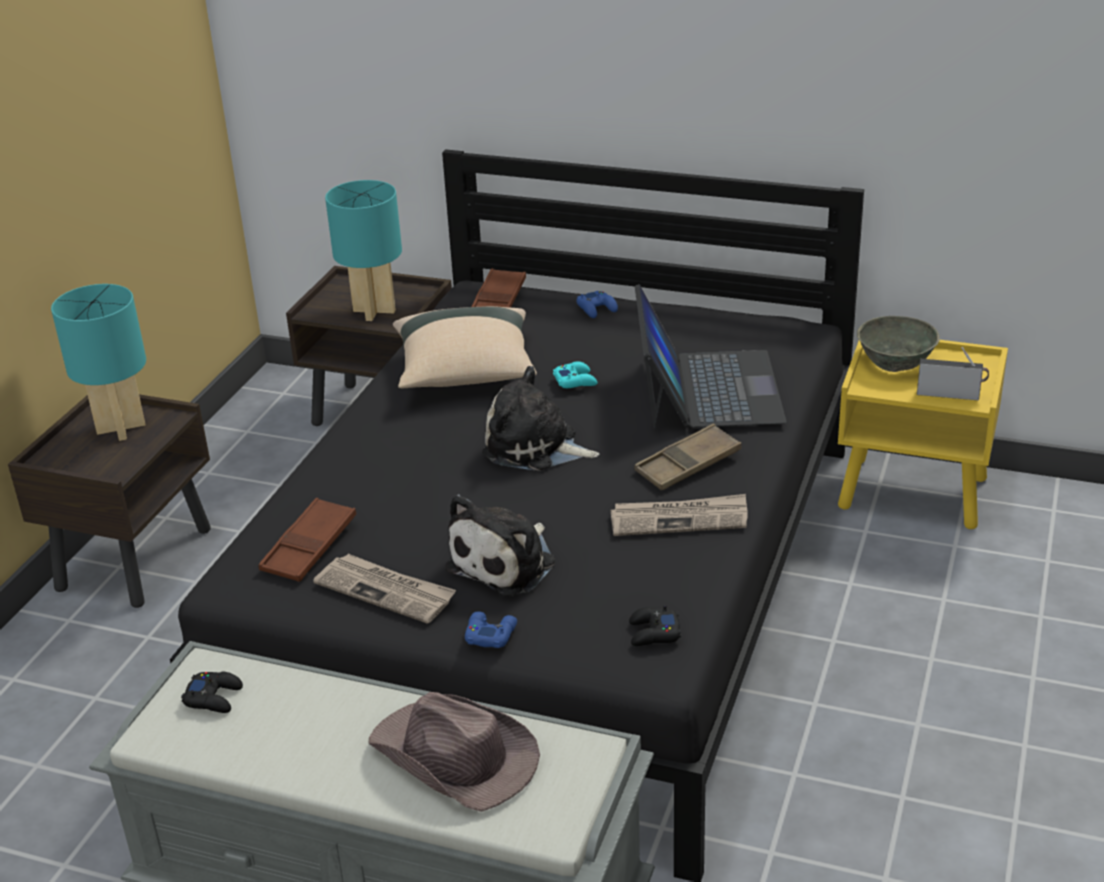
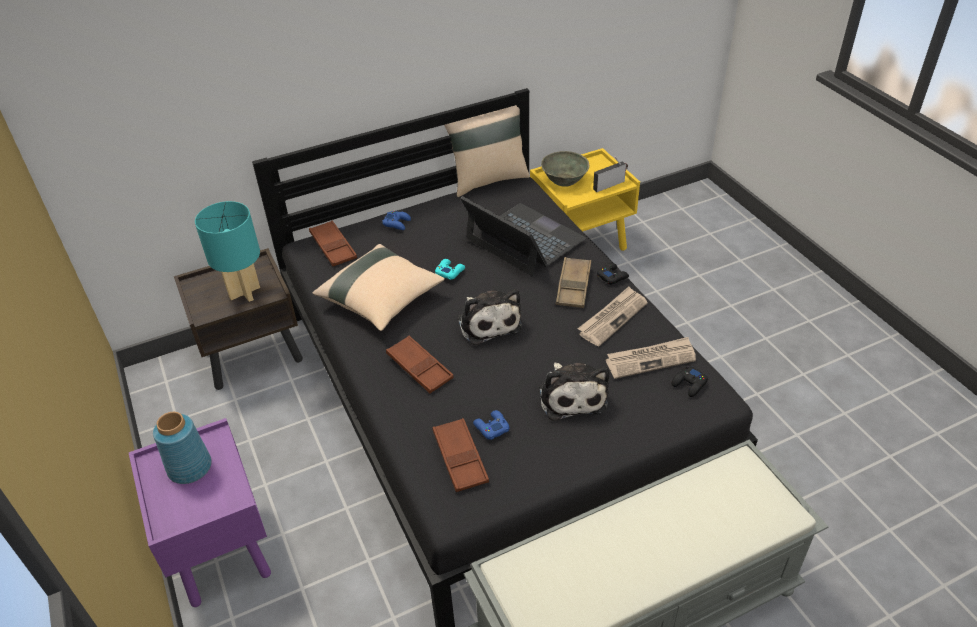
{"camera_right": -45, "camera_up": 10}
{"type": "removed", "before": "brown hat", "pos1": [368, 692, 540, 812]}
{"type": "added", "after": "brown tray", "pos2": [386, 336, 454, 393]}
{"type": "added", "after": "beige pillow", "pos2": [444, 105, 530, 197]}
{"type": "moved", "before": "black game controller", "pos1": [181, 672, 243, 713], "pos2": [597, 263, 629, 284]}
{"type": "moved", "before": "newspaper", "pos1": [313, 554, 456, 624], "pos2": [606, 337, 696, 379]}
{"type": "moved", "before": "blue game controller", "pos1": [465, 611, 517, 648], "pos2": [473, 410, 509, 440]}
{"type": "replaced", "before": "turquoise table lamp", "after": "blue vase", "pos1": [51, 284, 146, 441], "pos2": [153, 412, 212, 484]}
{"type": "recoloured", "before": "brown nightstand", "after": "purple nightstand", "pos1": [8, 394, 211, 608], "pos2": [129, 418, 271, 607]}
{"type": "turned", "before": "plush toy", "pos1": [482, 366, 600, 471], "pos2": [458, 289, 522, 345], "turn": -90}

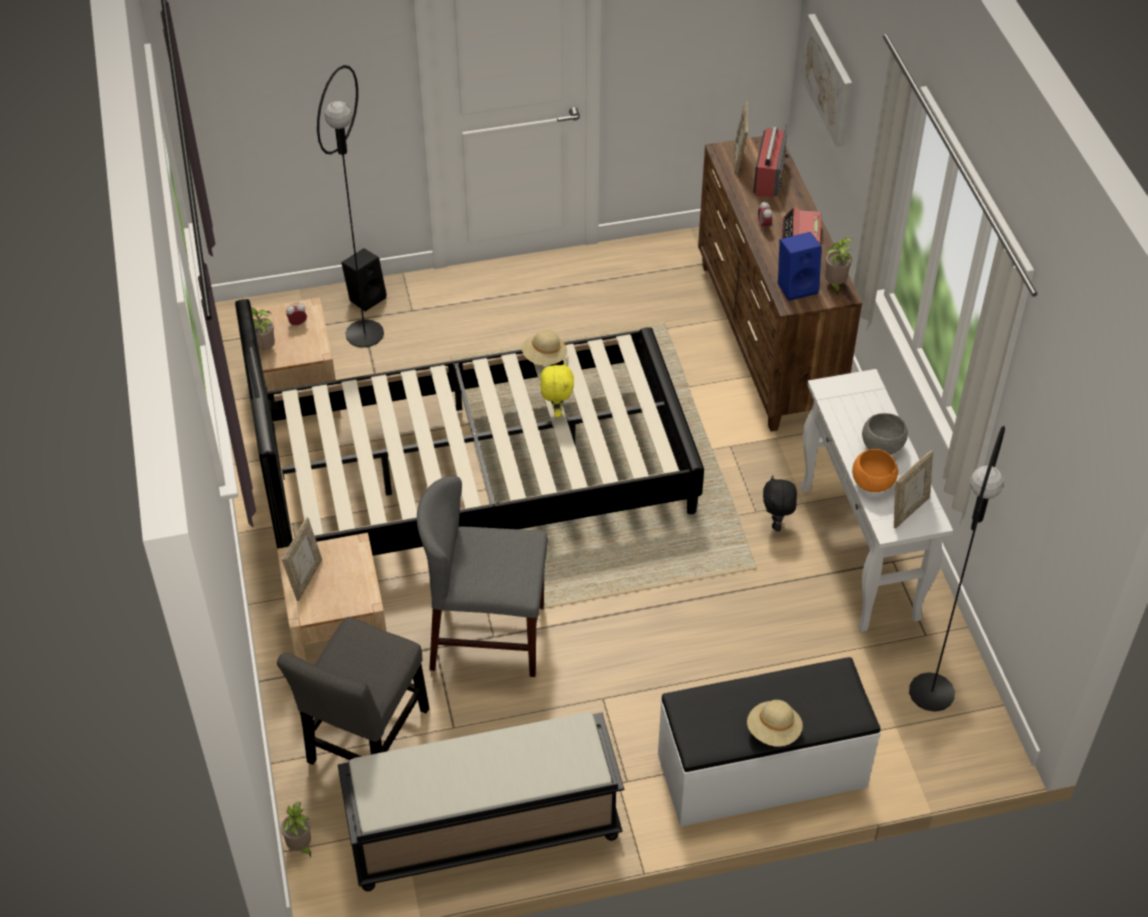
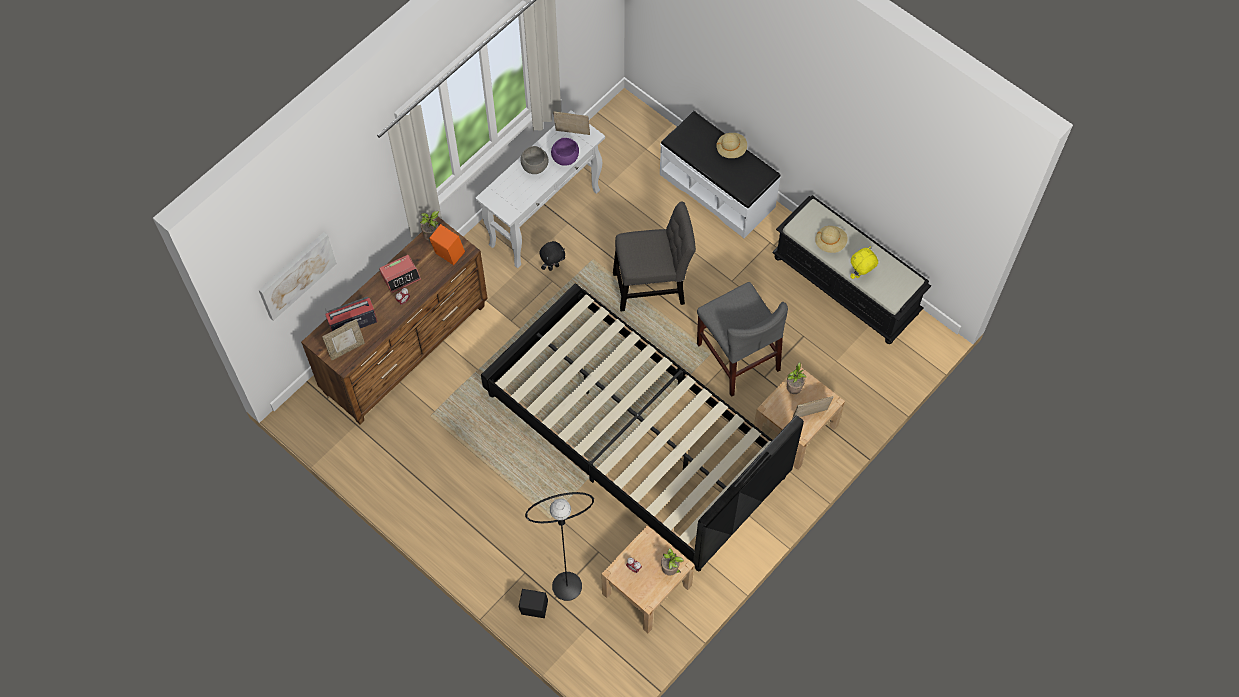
{"camera_right": -125, "camera_up": 15}
{"type": "removed", "before": "black floor lamp", "pos1": [909, 426, 1005, 712]}
{"type": "moved", "before": "grey chair", "pos1": [277, 617, 429, 765], "pos2": [613, 202, 696, 312]}
{"type": "moved", "before": "potted plant", "pos1": [281, 802, 311, 857], "pos2": [787, 362, 806, 394]}
{"type": "moved", "before": "beige hat", "pos1": [522, 330, 567, 365], "pos2": [815, 226, 848, 253]}
{"type": "moved", "before": "yellow plush toy", "pos1": [540, 361, 574, 417], "pos2": [850, 246, 878, 279]}
{"type": "recoloured", "before": "blue speaker", "after": "orange speaker", "pos1": [778, 232, 822, 301], "pos2": [429, 224, 465, 265]}
{"type": "recoloured", "before": "orange bowl", "after": "purple bowl", "pos1": [852, 449, 898, 492], "pos2": [551, 138, 579, 166]}

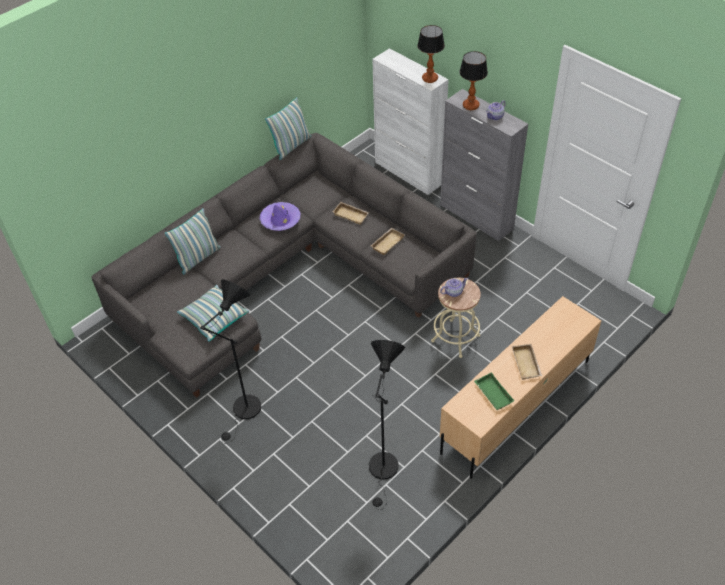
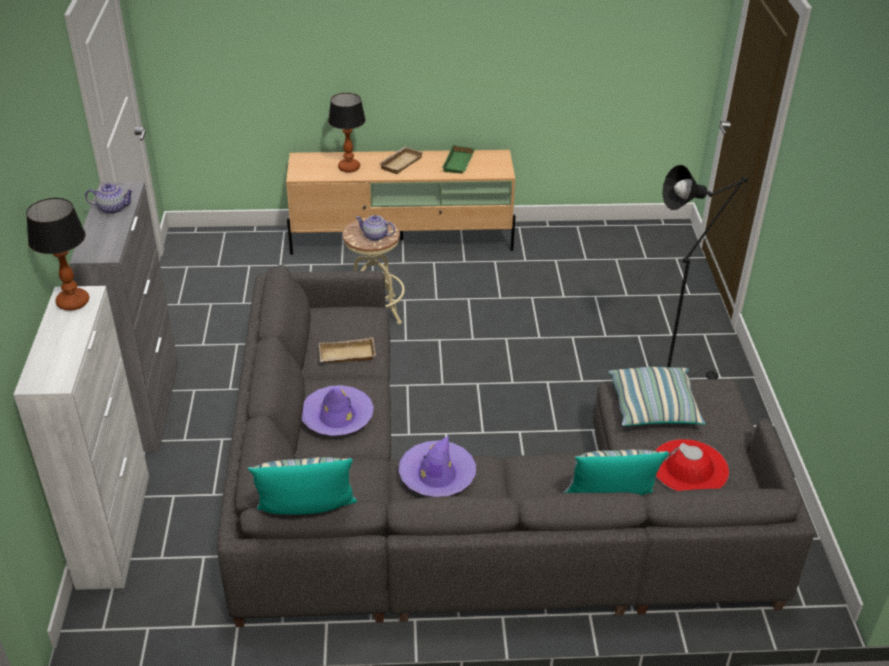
{"camera_right": -140, "camera_up": -10}
{"type": "removed", "before": "black floor lamp", "pos1": [369, 340, 405, 510]}
{"type": "added", "after": "red hat", "pos2": [655, 439, 729, 491]}
{"type": "moved", "before": "table lamp", "pos1": [459, 51, 488, 110], "pos2": [328, 93, 366, 173]}
{"type": "replaced", "before": "beige tray", "after": "purple hat", "pos1": [333, 202, 369, 225], "pos2": [302, 385, 374, 436]}

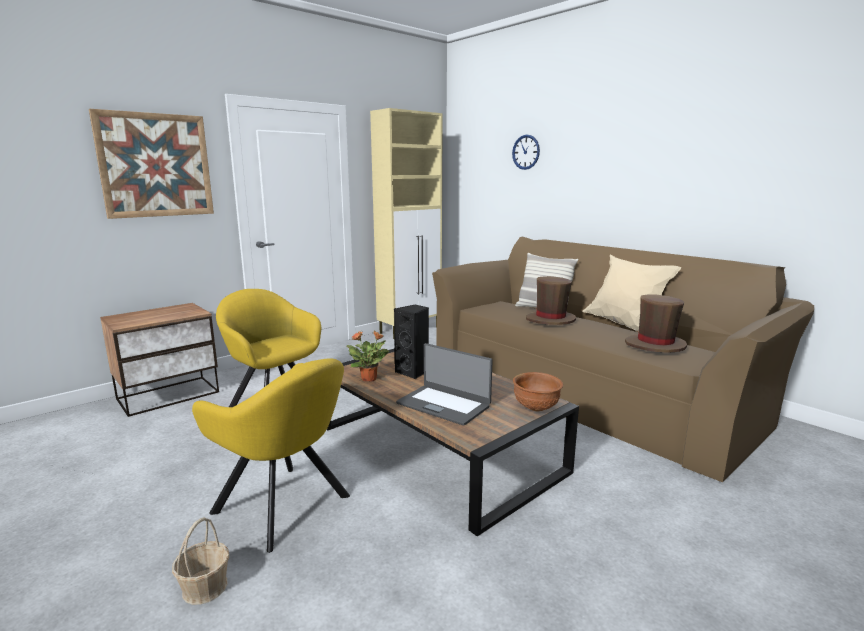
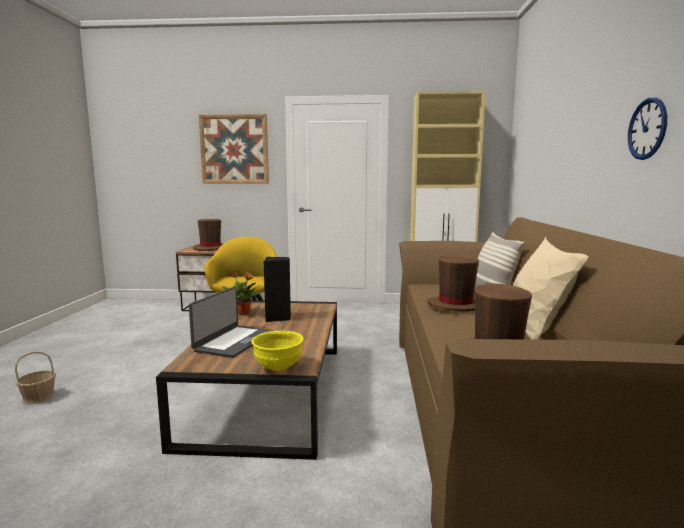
{"camera_right": 45, "camera_up": -5}
{"type": "removed", "before": "yellow armchair", "pos1": [192, 358, 350, 553]}
{"type": "added", "after": "brown hat", "pos2": [193, 219, 224, 251]}
{"type": "moved", "before": "wall clock", "pos1": [512, 135, 540, 170], "pos2": [628, 98, 667, 160]}
{"type": "recoloured", "before": "brown bowl", "after": "yellow bowl", "pos1": [513, 372, 563, 411], "pos2": [251, 331, 304, 371]}
{"type": "turned", "before": "laptop", "pos1": [396, 343, 493, 425], "pos2": [189, 287, 273, 358], "turn": -150}

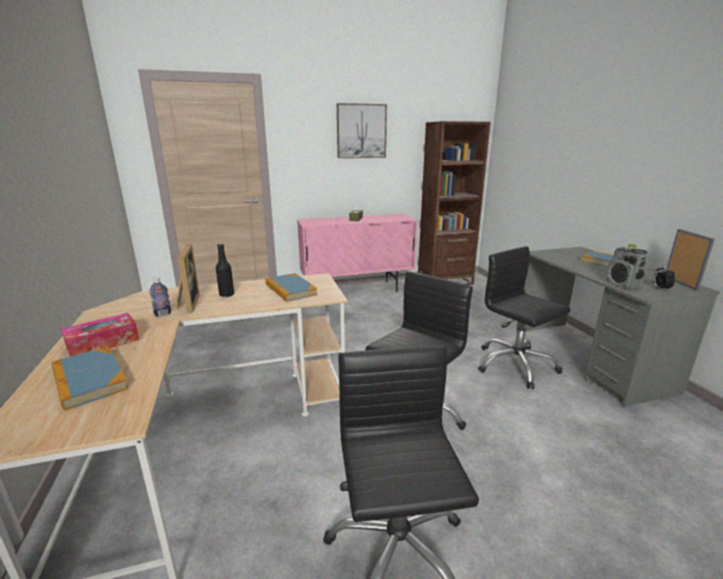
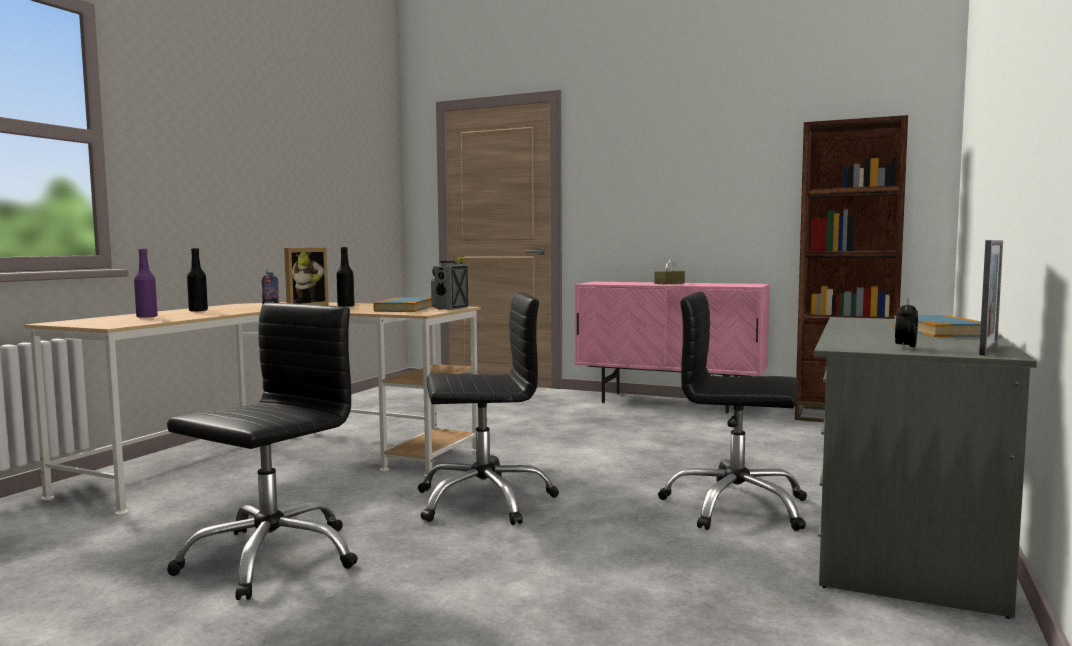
{"camera_right": 40, "camera_up": -15}
{"type": "removed", "before": "picture", "pos1": [337, 103, 387, 158]}
{"type": "moved", "before": "radio", "pos1": [605, 244, 650, 289], "pos2": [431, 257, 468, 310]}
{"type": "replaced", "before": "book", "after": "purple bottle", "pos1": [51, 346, 129, 411], "pos2": [134, 249, 157, 318]}
{"type": "replaced", "before": "tissue box", "after": "black bottle", "pos1": [61, 313, 139, 357], "pos2": [187, 248, 208, 312]}
{"type": "turned", "before": "black office chair", "pos1": [478, 246, 570, 389], "pos2": [658, 292, 807, 531], "turn": -75}

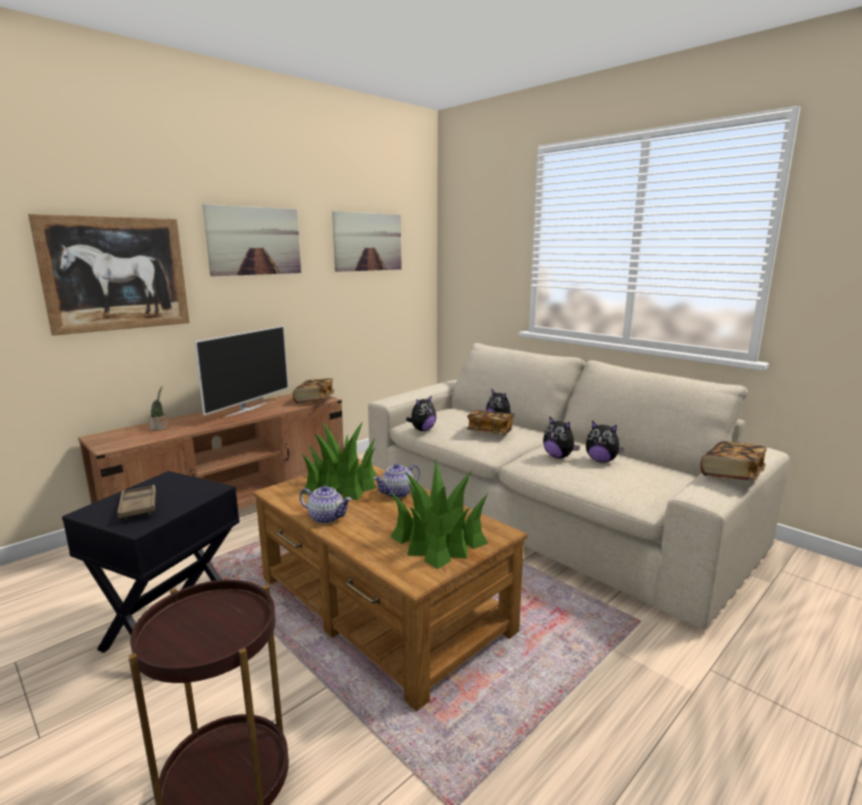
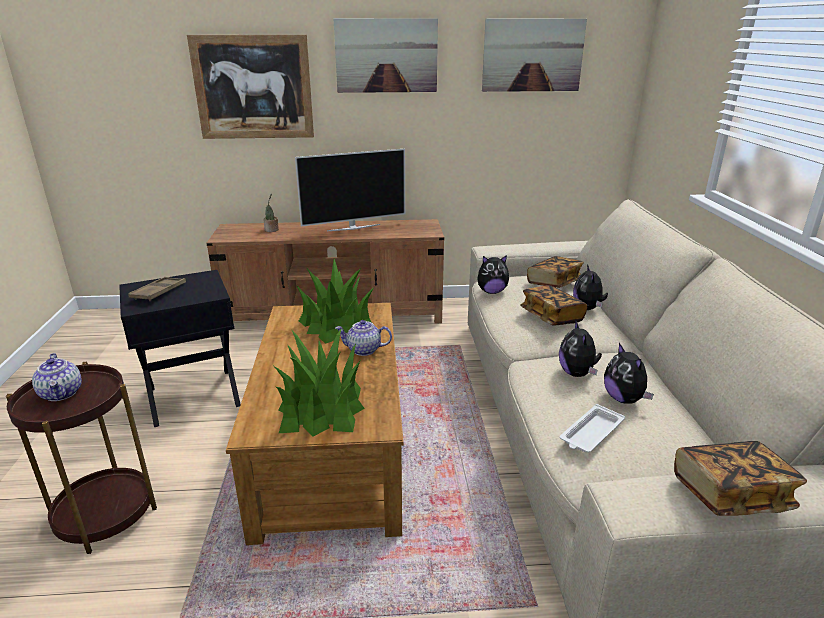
{"camera_right": 40, "camera_up": 10}
{"type": "added", "after": "white tray", "pos2": [560, 404, 625, 453]}
{"type": "moved", "before": "book", "pos1": [293, 378, 335, 403], "pos2": [527, 256, 584, 288]}
{"type": "moved", "before": "teapot", "pos1": [299, 486, 352, 524], "pos2": [32, 353, 82, 401]}

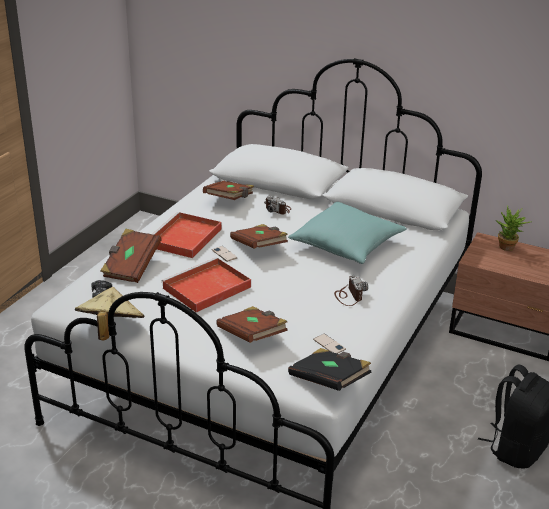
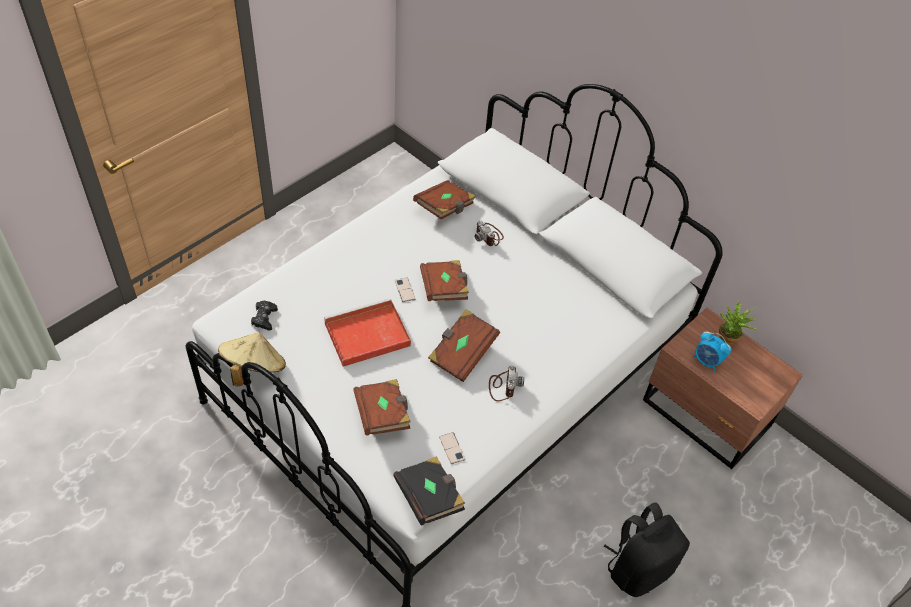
{"camera_right": 15, "camera_up": 20}
{"type": "removed", "before": "red tray", "pos1": [152, 212, 222, 258]}
{"type": "removed", "before": "turquoise pillow", "pos1": [288, 202, 407, 264]}
{"type": "added", "after": "alarm clock", "pos2": [693, 331, 732, 371]}
{"type": "moved", "before": "brown book", "pos1": [101, 229, 161, 283], "pos2": [428, 309, 500, 382]}

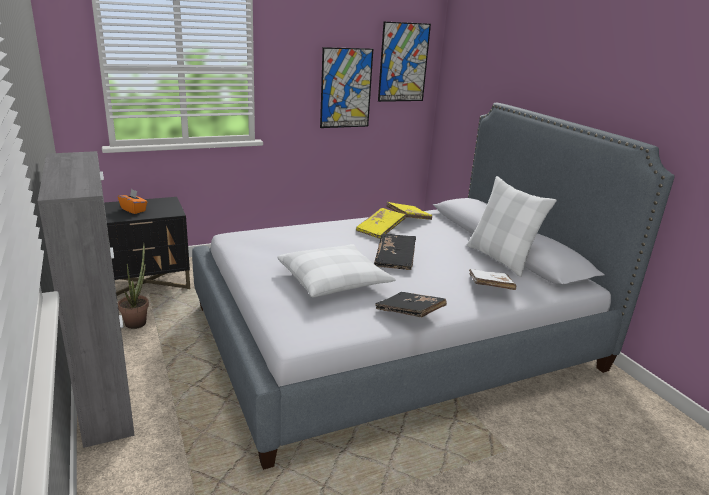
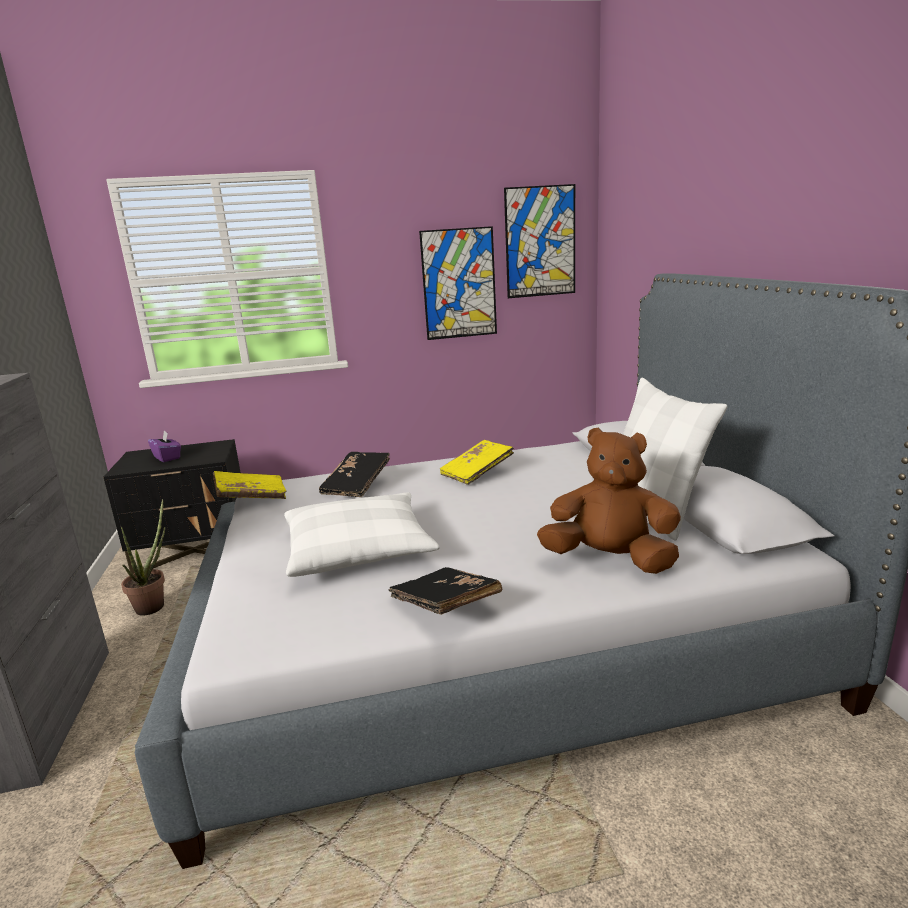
{"camera_right": 15, "camera_up": -5}
{"type": "moved", "before": "black book", "pos1": [374, 234, 416, 270], "pos2": [319, 452, 390, 497]}
{"type": "moved", "before": "yellow book", "pos1": [386, 202, 432, 220], "pos2": [213, 471, 286, 499]}
{"type": "replaced", "before": "white book", "after": "brown plush toy", "pos1": [469, 269, 516, 290], "pos2": [537, 427, 681, 574]}
{"type": "recoloured", "before": "orange tissue box", "after": "purple tissue box", "pos1": [118, 189, 147, 214], "pos2": [148, 431, 181, 462]}

